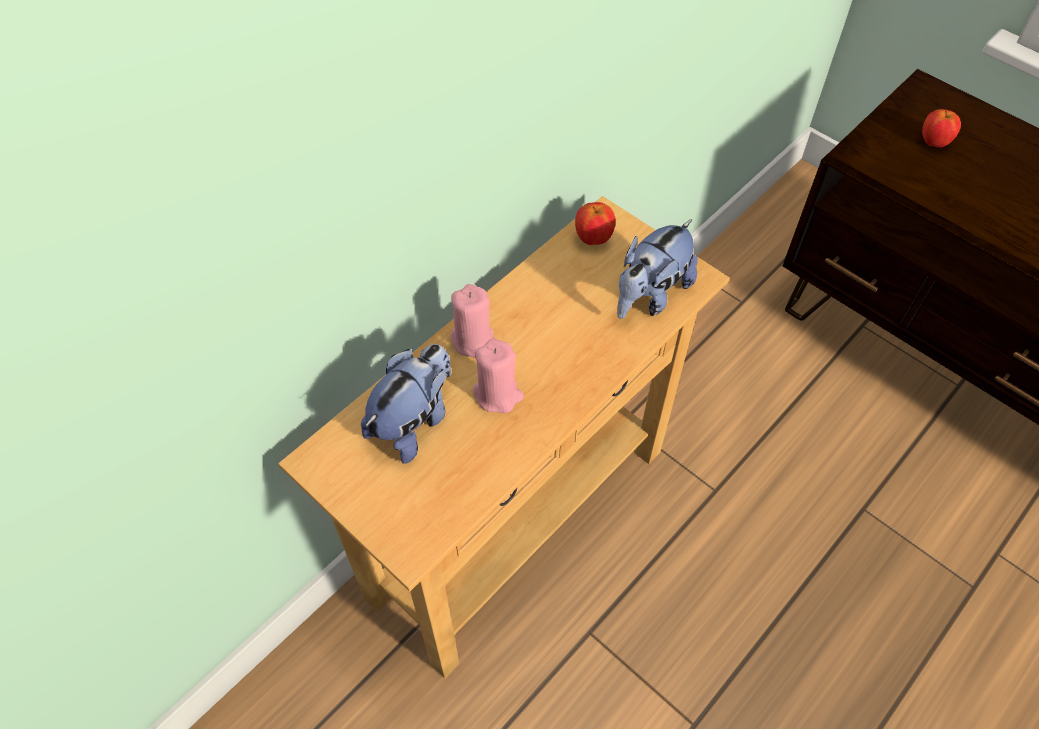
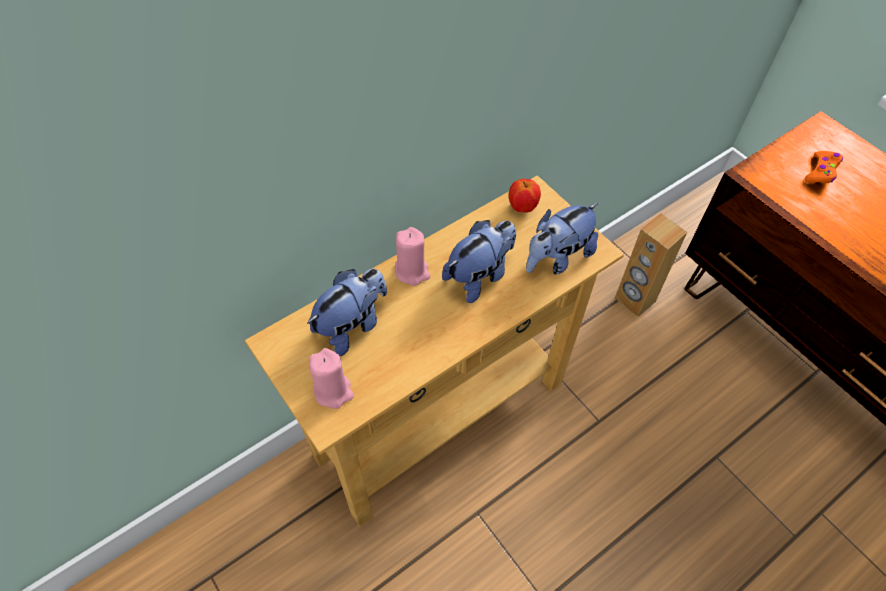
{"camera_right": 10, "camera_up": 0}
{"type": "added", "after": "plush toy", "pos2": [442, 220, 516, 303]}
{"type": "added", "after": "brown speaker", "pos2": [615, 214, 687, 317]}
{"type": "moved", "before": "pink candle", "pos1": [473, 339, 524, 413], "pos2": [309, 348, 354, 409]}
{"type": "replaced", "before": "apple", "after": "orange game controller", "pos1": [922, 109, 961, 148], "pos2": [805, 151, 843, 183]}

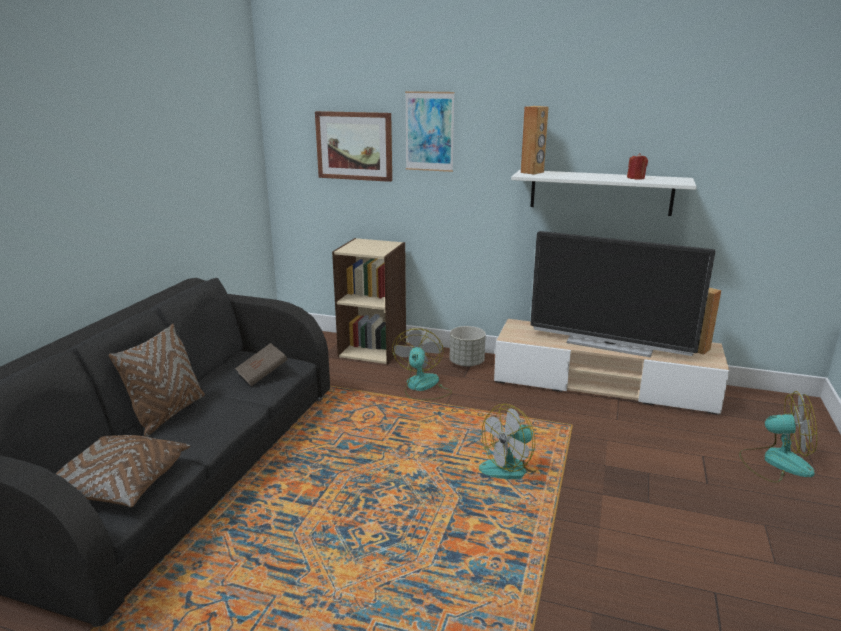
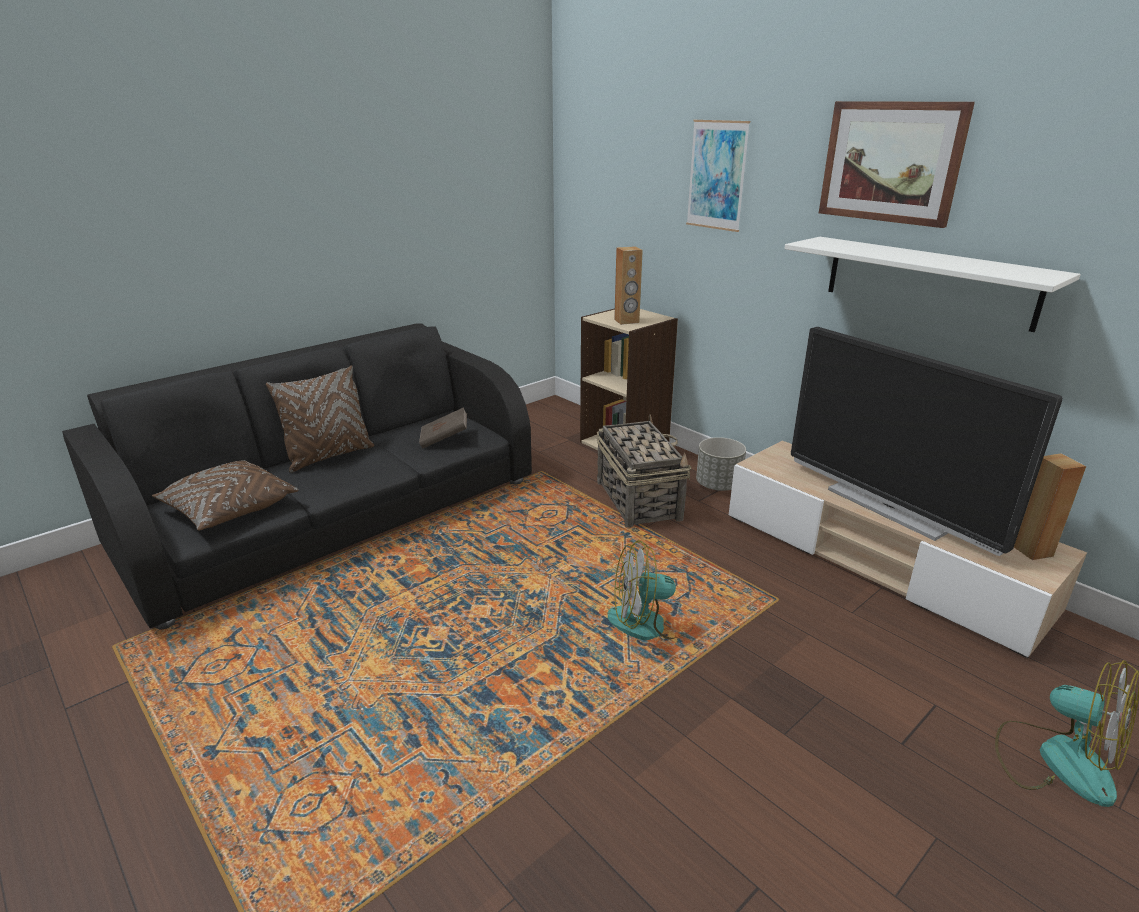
{"camera_right": 30, "camera_up": 5}
{"type": "removed", "before": "red candle", "pos1": [627, 153, 648, 179]}
{"type": "moved", "before": "picture", "pos1": [315, 111, 392, 182], "pos2": [819, 101, 975, 228]}
{"type": "moved", "before": "brown speaker", "pos1": [521, 106, 549, 175], "pos2": [614, 246, 643, 325]}
{"type": "replaced", "before": "fan", "after": "basket", "pos1": [392, 328, 452, 400], "pos2": [597, 414, 691, 528]}

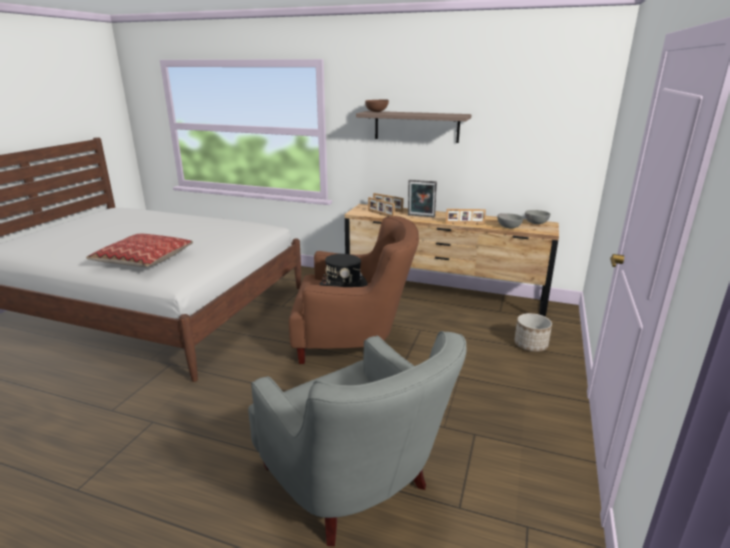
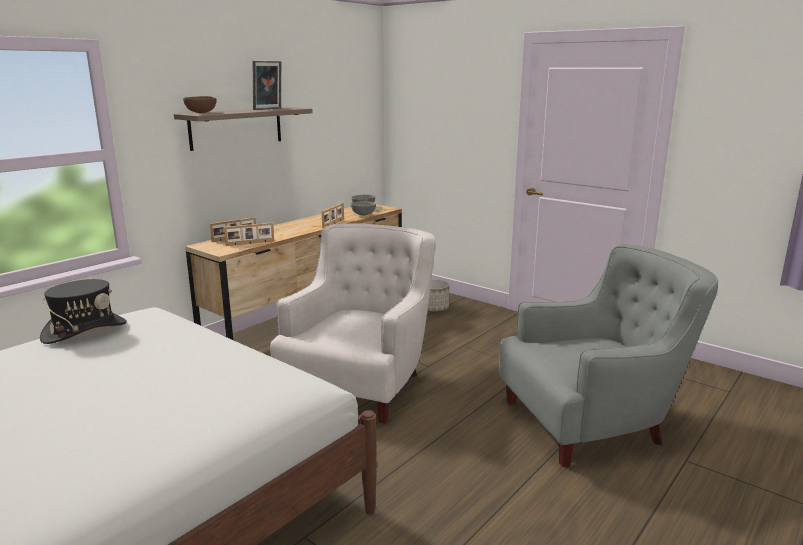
{"camera_right": -70, "camera_up": -5}
{"type": "removed", "before": "pillow", "pos1": [86, 234, 193, 267]}
{"type": "moved", "before": "black hat", "pos1": [319, 254, 368, 287], "pos2": [40, 279, 127, 344]}
{"type": "moved", "before": "picture frame", "pos1": [408, 180, 437, 217], "pos2": [253, 61, 281, 110]}
{"type": "recoloured", "before": "brown armchair", "after": "white armchair", "pos1": [289, 216, 419, 364], "pos2": [270, 223, 435, 423]}

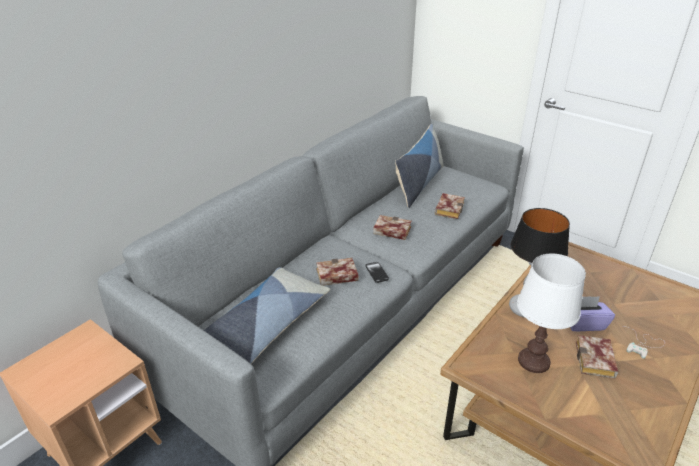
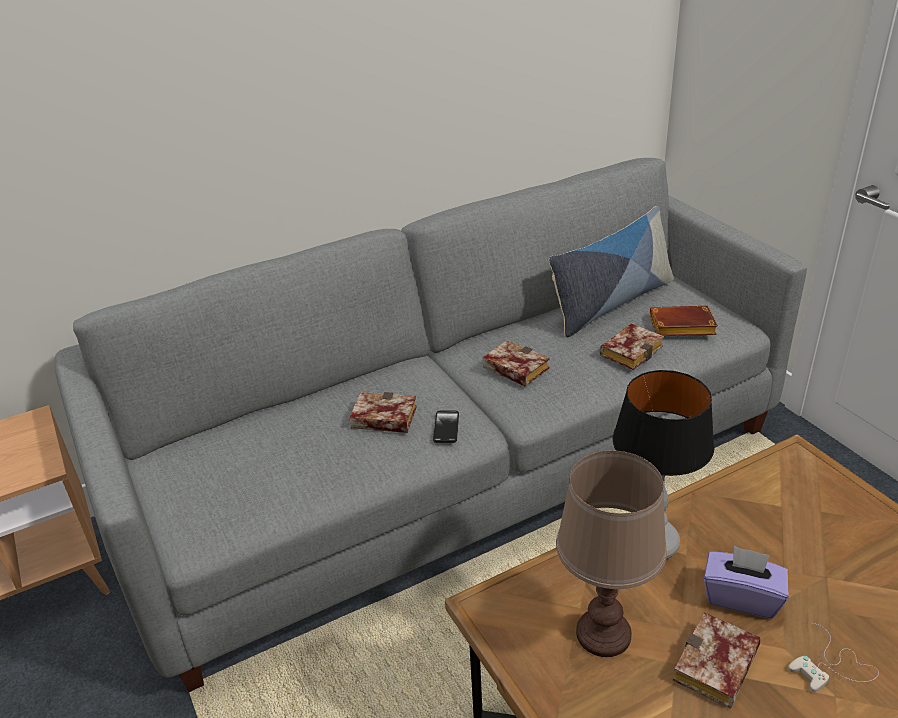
{"camera_right": 25, "camera_up": 0}
{"type": "removed", "before": "pillow", "pos1": [204, 267, 330, 364]}
{"type": "added", "after": "brown book", "pos2": [650, 305, 718, 336]}
{"type": "recoloured", "before": "white table lamp", "after": "brown table lamp", "pos1": [517, 254, 586, 373], "pos2": [556, 450, 667, 657]}

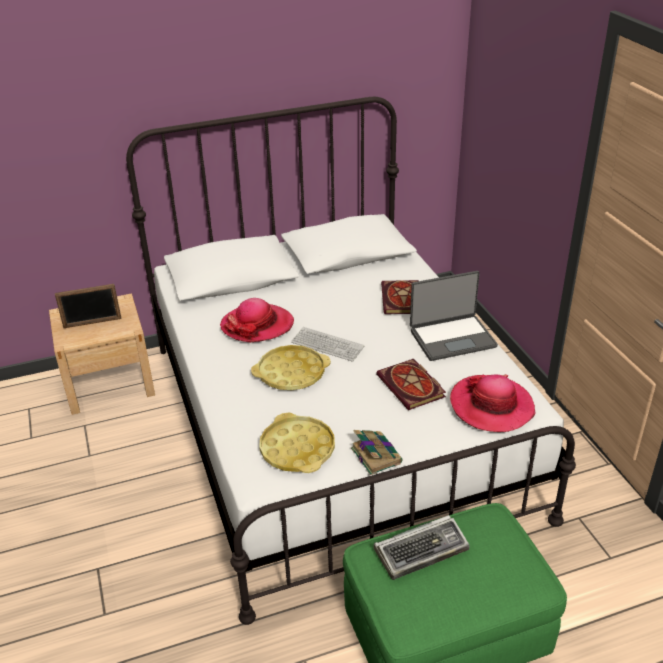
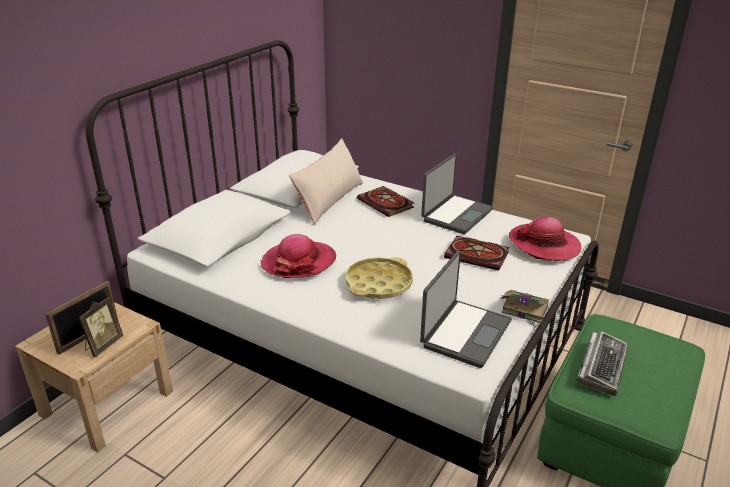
{"camera_right": -40, "camera_up": -5}
{"type": "removed", "before": "keyboard", "pos1": [291, 327, 364, 362]}
{"type": "added", "after": "picture frame", "pos2": [78, 296, 123, 357]}
{"type": "added", "after": "beige pillow", "pos2": [289, 138, 363, 225]}
{"type": "replaced", "before": "yellow tray", "after": "laptop", "pos1": [259, 413, 335, 473], "pos2": [420, 250, 512, 368]}

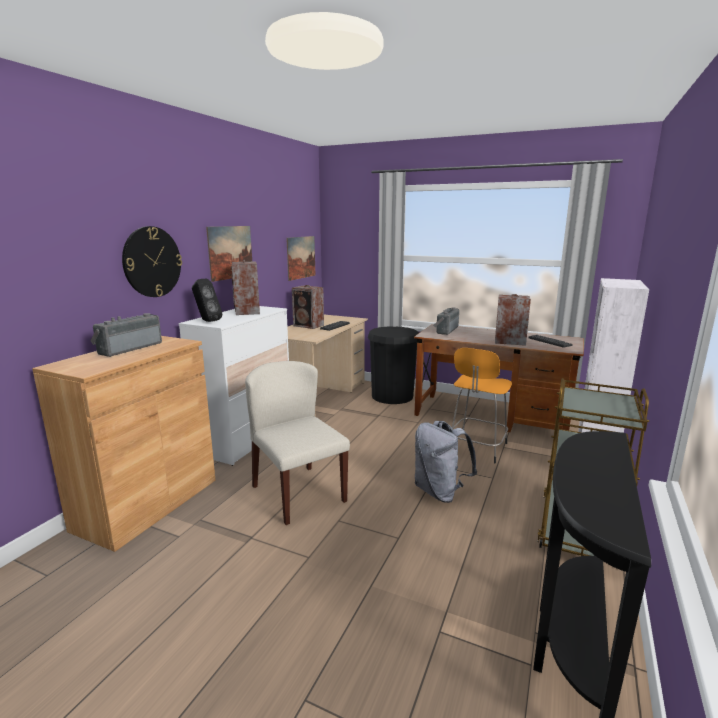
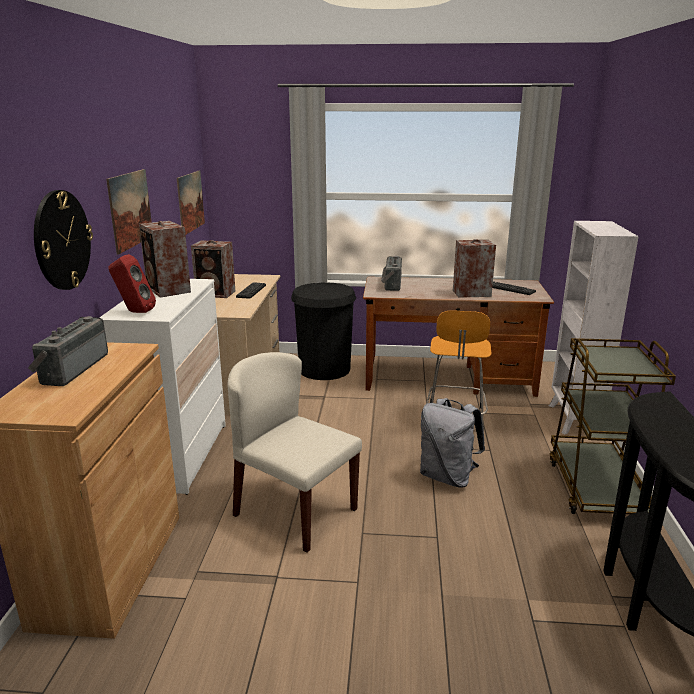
{"camera_right": -20, "camera_up": 5}
{"type": "recoloured", "before": "black speaker", "after": "red speaker", "pos1": [192, 279, 223, 322], "pos2": [109, 254, 156, 313]}

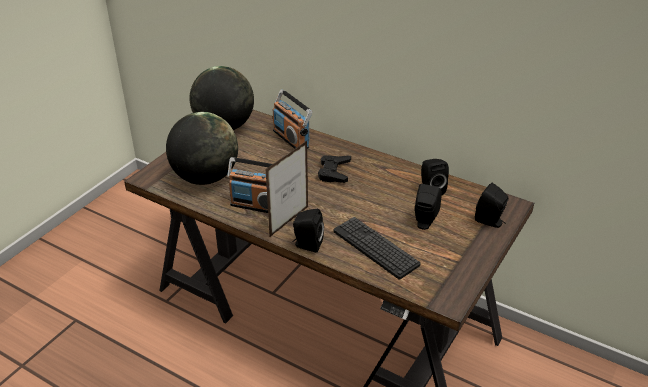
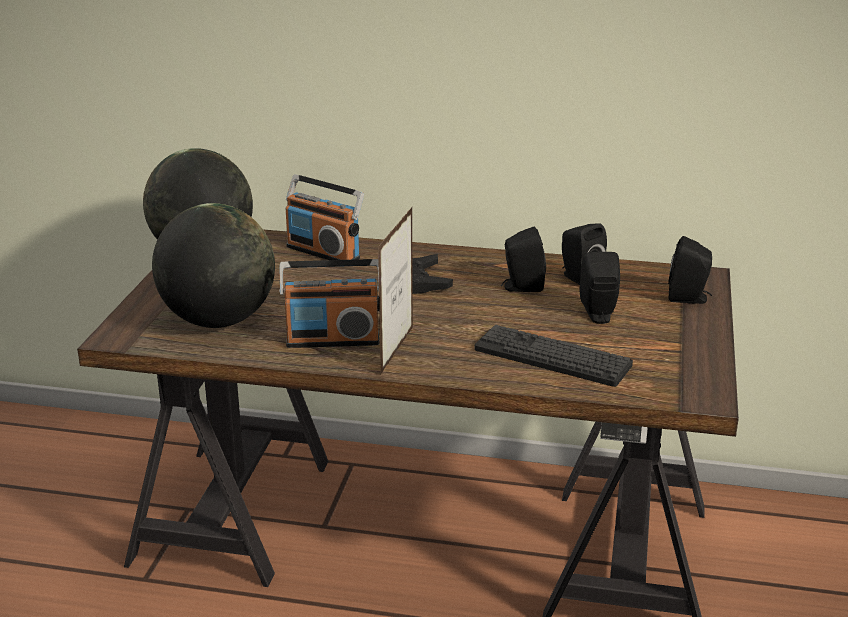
{"camera_right": -20, "camera_up": -10}
{"type": "moved", "before": "black speaker", "pos1": [292, 209, 324, 252], "pos2": [501, 226, 546, 292]}

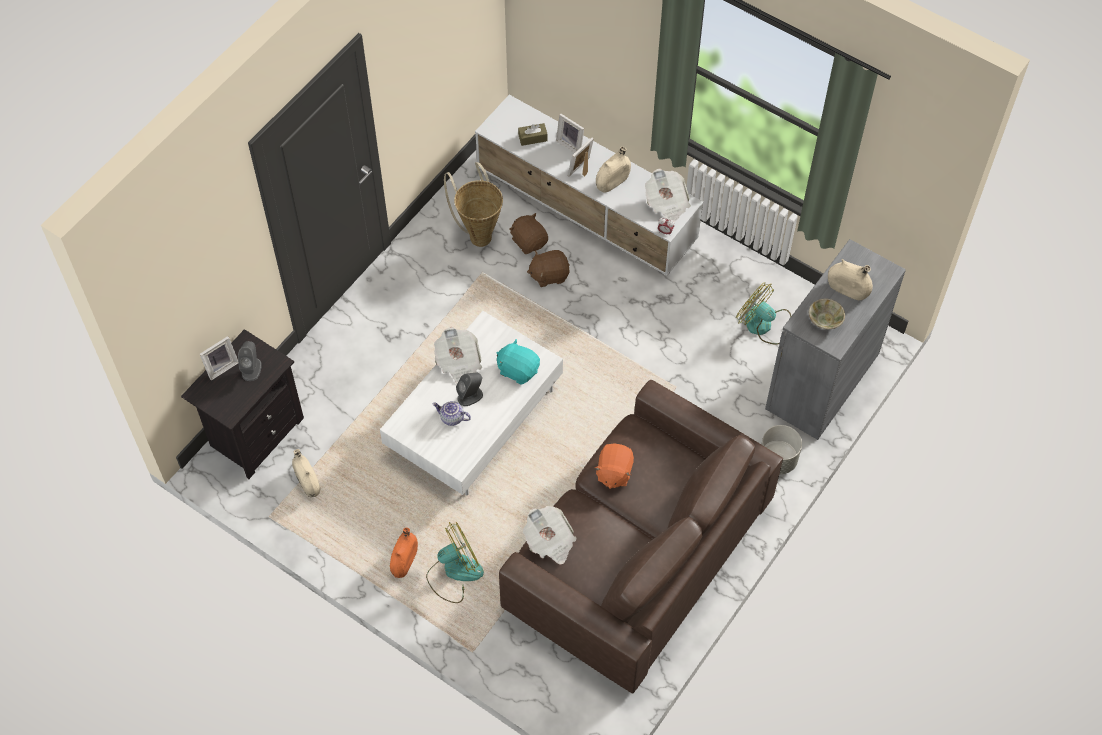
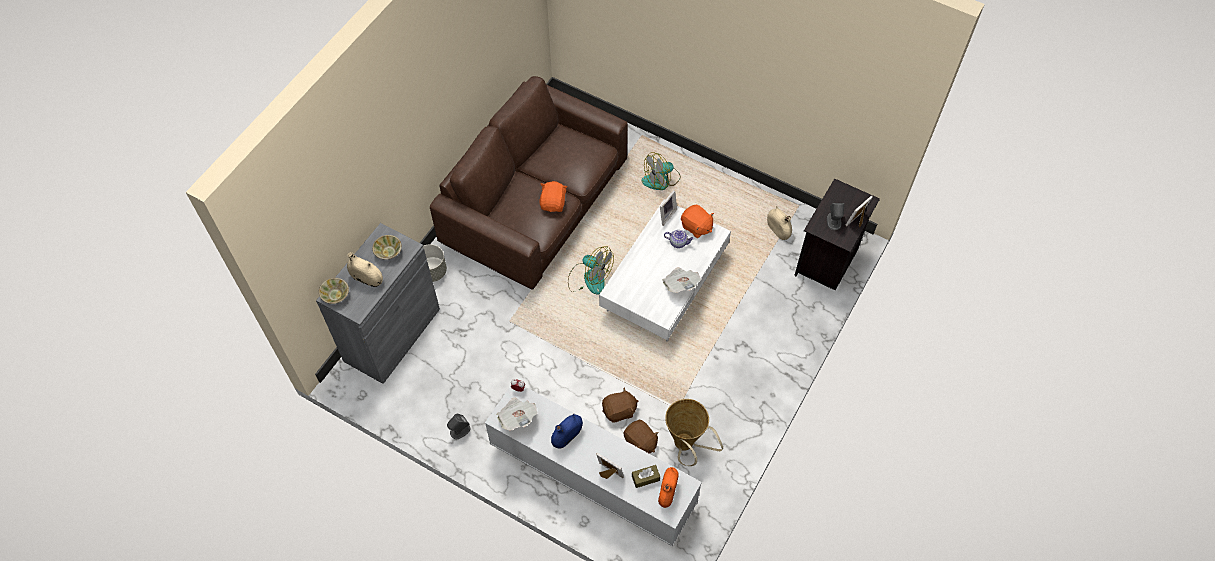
{"camera_right": 175, "camera_up": 0}
{"type": "removed", "before": "turquoise plush toy", "pos1": [496, 339, 540, 384]}
{"type": "removed", "before": "newspaper", "pos1": [523, 506, 577, 565]}
{"type": "added", "after": "beige bowl", "pos2": [319, 278, 349, 304]}
{"type": "added", "after": "orange plush toy", "pos2": [681, 205, 714, 238]}
{"type": "moved", "before": "orange vase", "pos1": [390, 528, 418, 578], "pos2": [658, 467, 678, 508]}
{"type": "moved", "before": "grey speaker", "pos1": [456, 373, 483, 406], "pos2": [447, 413, 470, 440]}
{"type": "moved", "before": "picture frame", "pos1": [568, 137, 594, 177], "pos2": [660, 190, 677, 226]}
{"type": "moved", "before": "fan", "pos1": [736, 282, 791, 345], "pos2": [568, 246, 614, 295]}
{"type": "recoloured", "before": "beige vase", "after": "blue vase", "pos1": [596, 147, 631, 192], "pos2": [551, 414, 583, 449]}

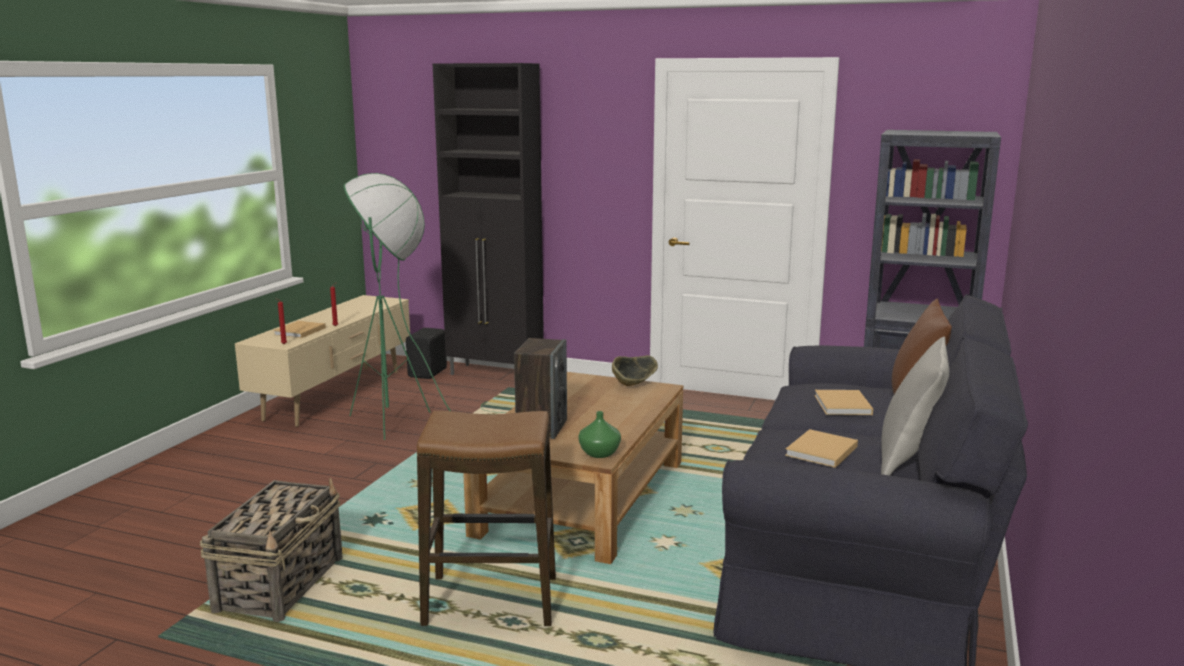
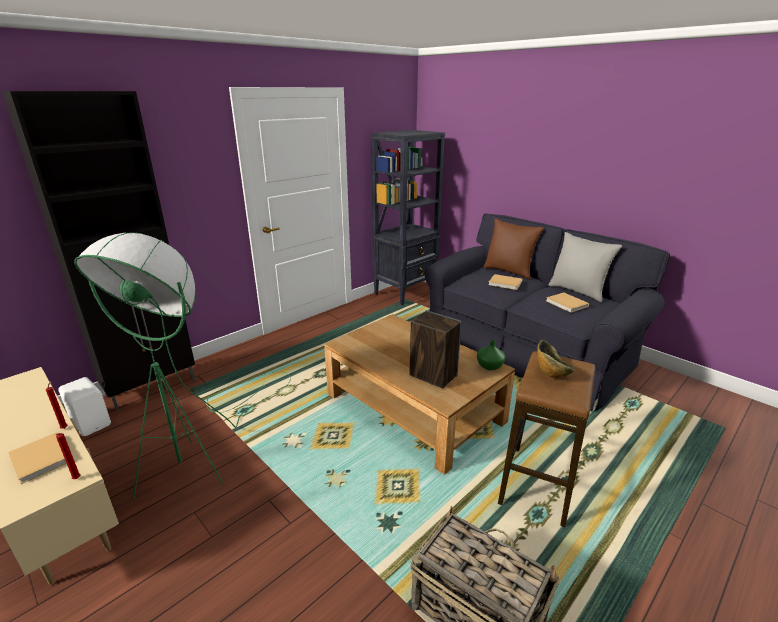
{"camera_right": -65, "camera_up": 10}
{"type": "moved", "before": "bowl", "pos1": [612, 355, 658, 386], "pos2": [537, 340, 574, 378]}
{"type": "recoloured", "before": "black speaker", "after": "white speaker", "pos1": [406, 328, 447, 379], "pos2": [58, 377, 111, 436]}

